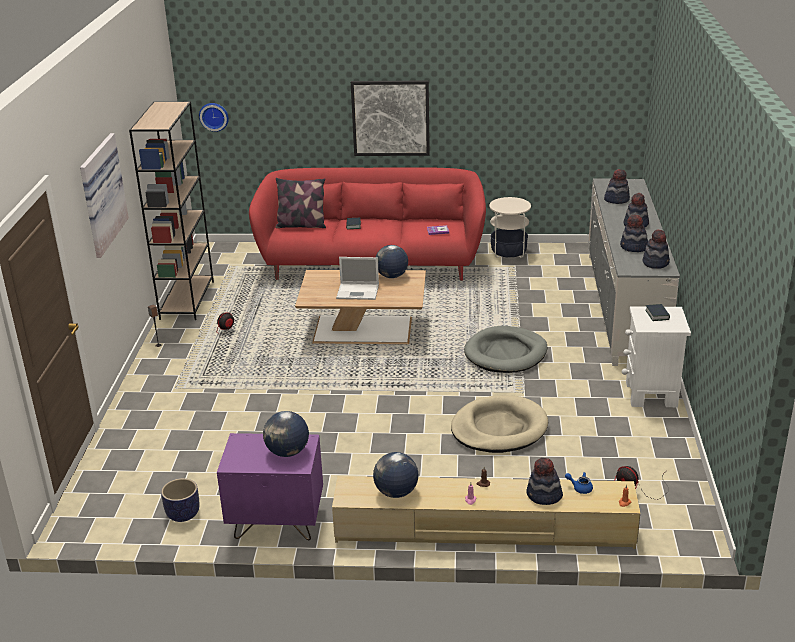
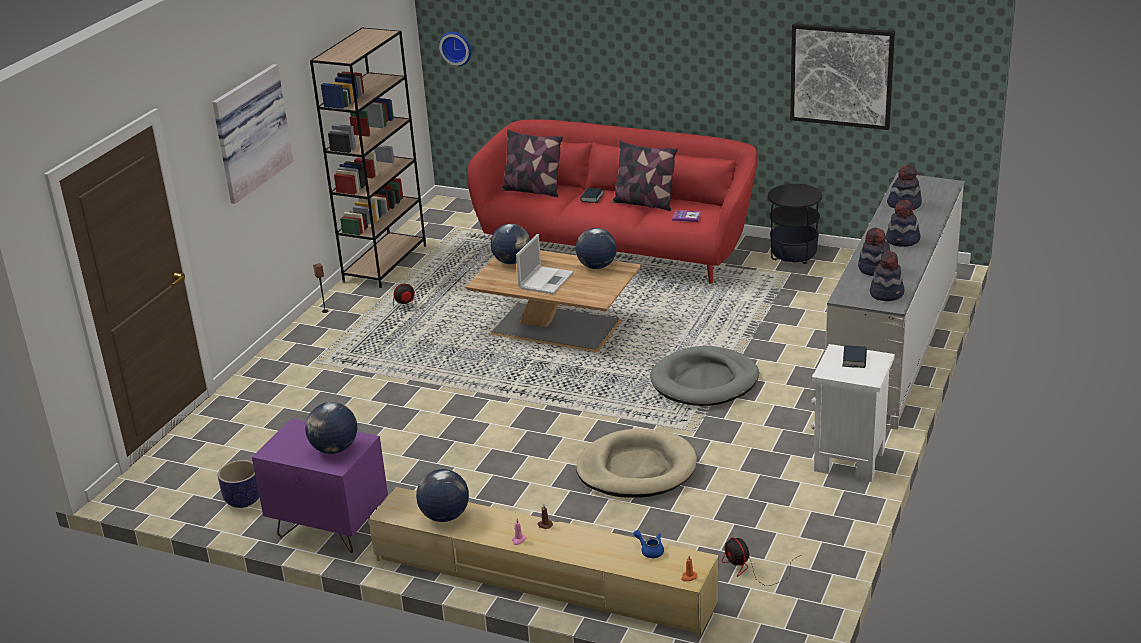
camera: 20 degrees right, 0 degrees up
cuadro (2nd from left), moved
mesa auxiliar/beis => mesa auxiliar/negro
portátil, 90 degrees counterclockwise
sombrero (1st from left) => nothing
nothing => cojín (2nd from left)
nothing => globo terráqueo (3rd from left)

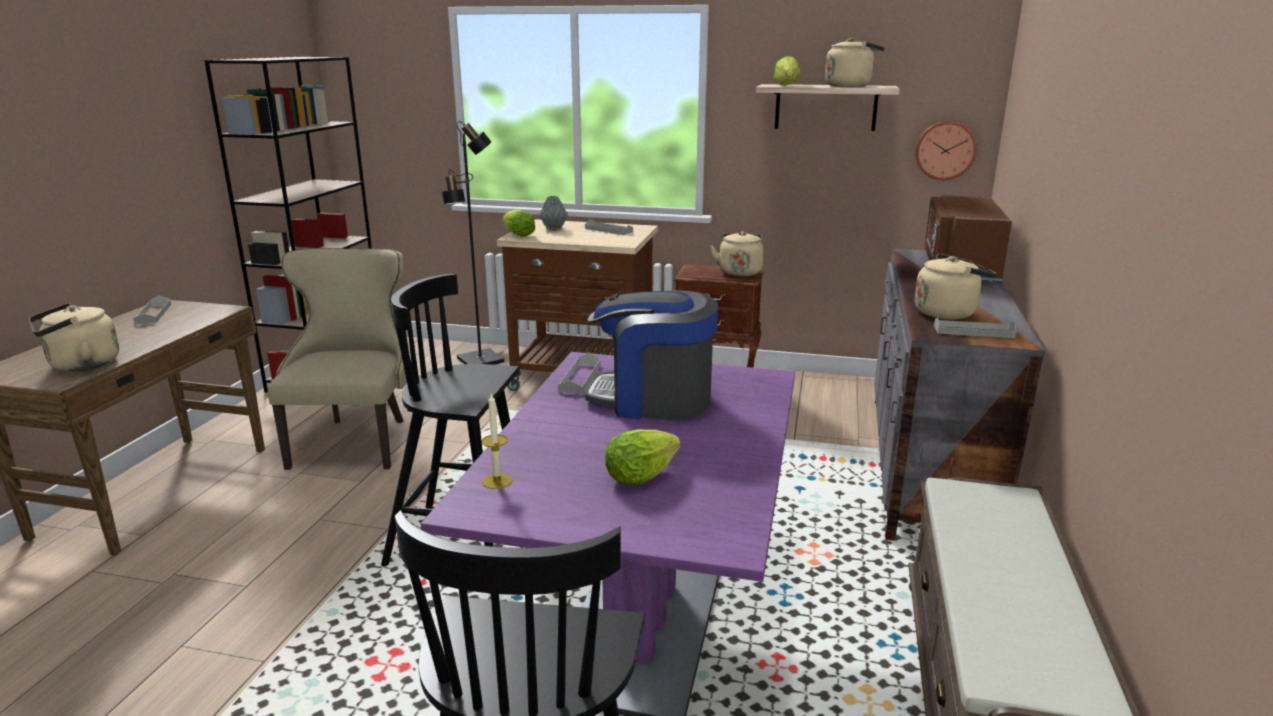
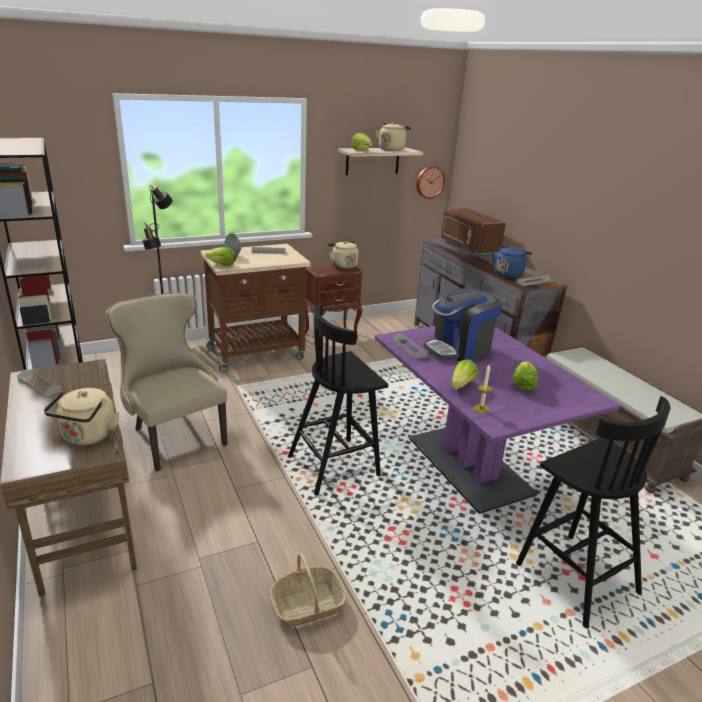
camera: 40 degrees left, 5 degrees up
hervidor/beis (4th from left) => hervidor/azul
nothing => lechuga (3rd from left)
nothing => cesta

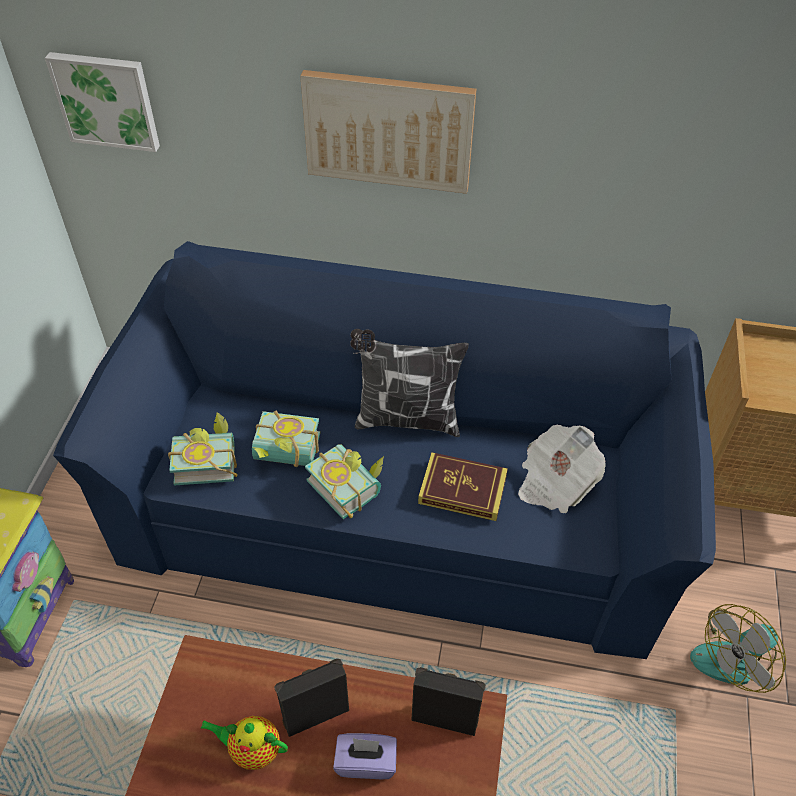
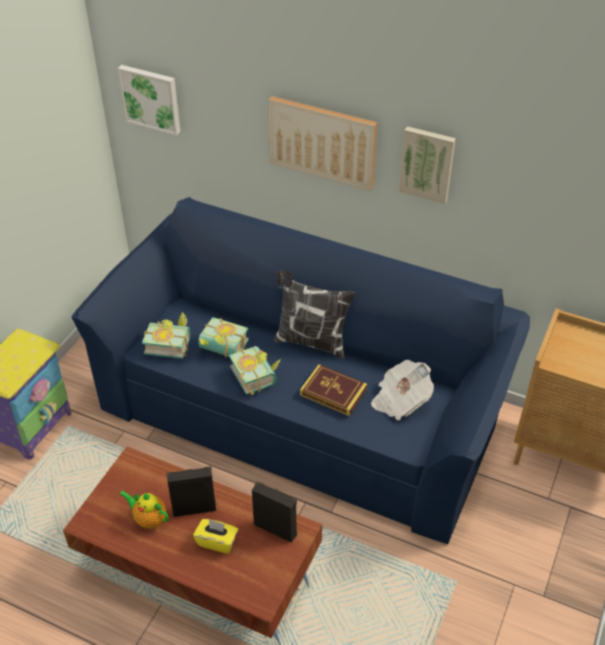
camera: 15 degrees right, 5 degrees down
ventilador => nothing
caja de pañuelos/morado => caja de pañuelos/amarillo
nothing => cuadro (3rd from left)

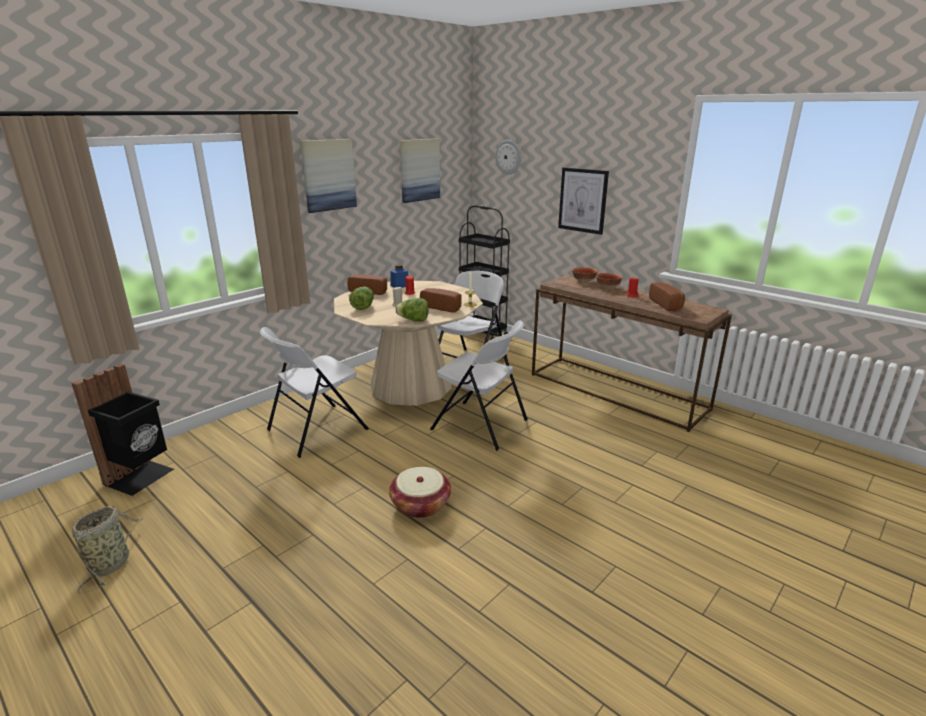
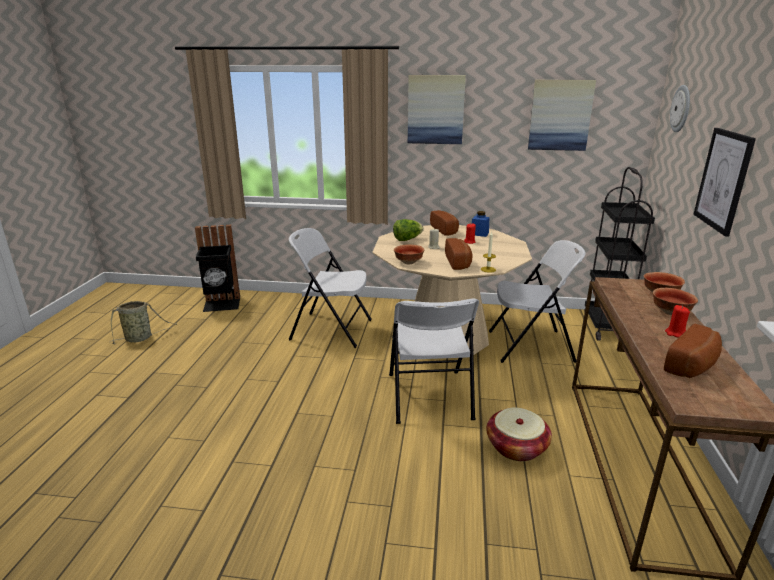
camera: 55 degrees right, 0 degrees up
lechuga (2nd from left) => cuenco (1st from left)
cesta (2nd from left), moved

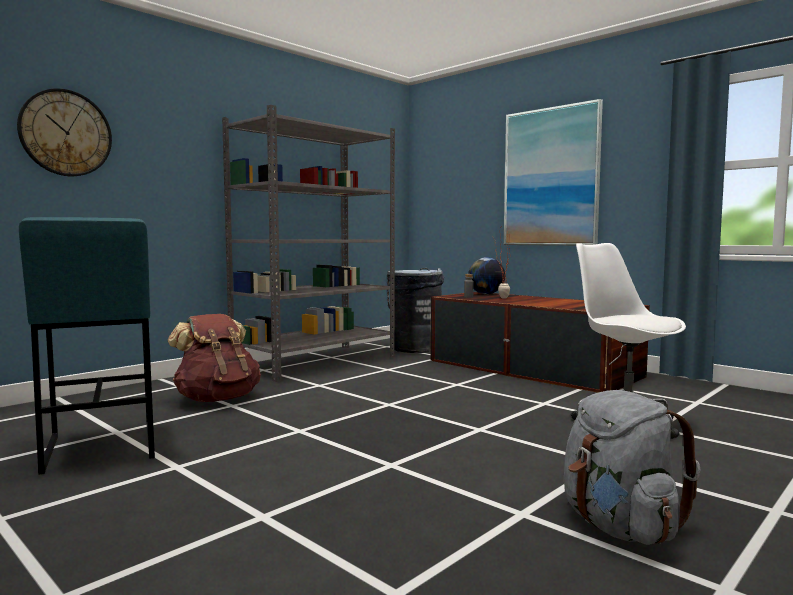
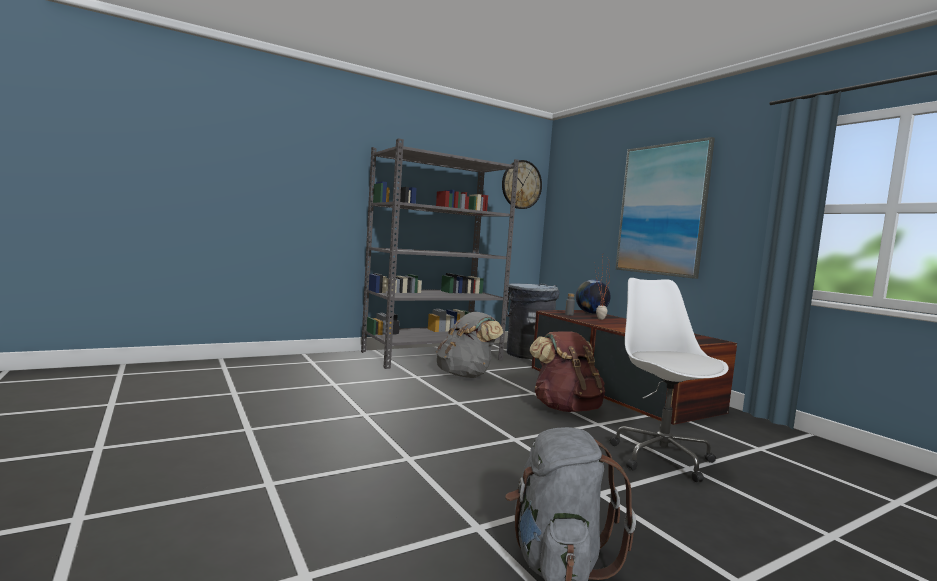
camera: 15 degrees right, 0 degrees up
reloj de pared, moved
taburete/turquesa => nothing
mochila/marrón, moved
nothing => mochila/gris (1st from left)

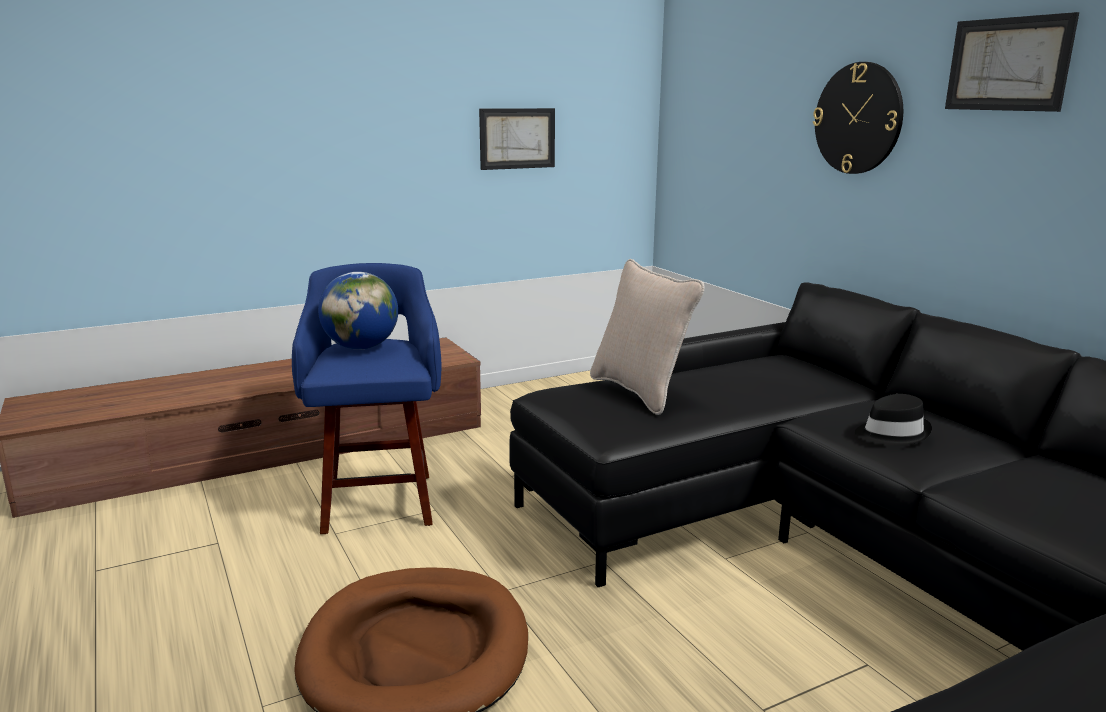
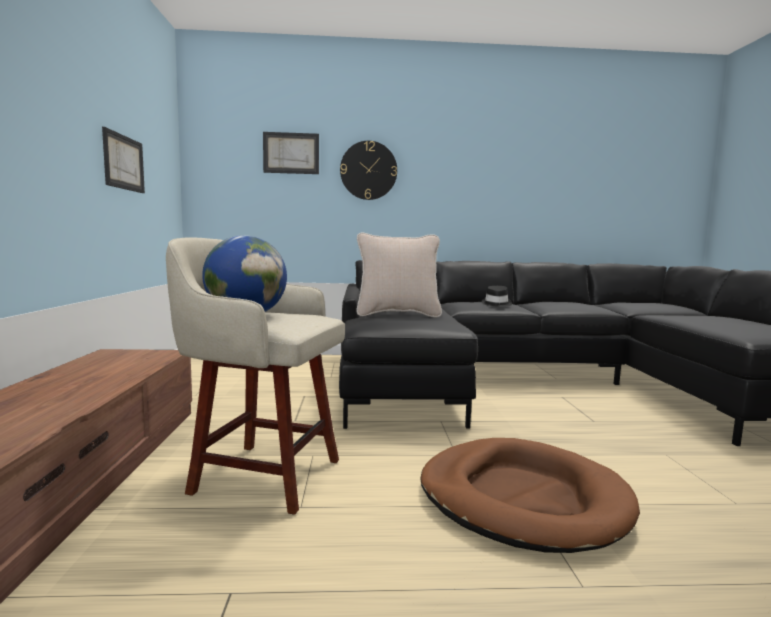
camera: 65 degrees left, 10 degrees down
cuadro (2nd from left), moved
taburete/azul => taburete/beis

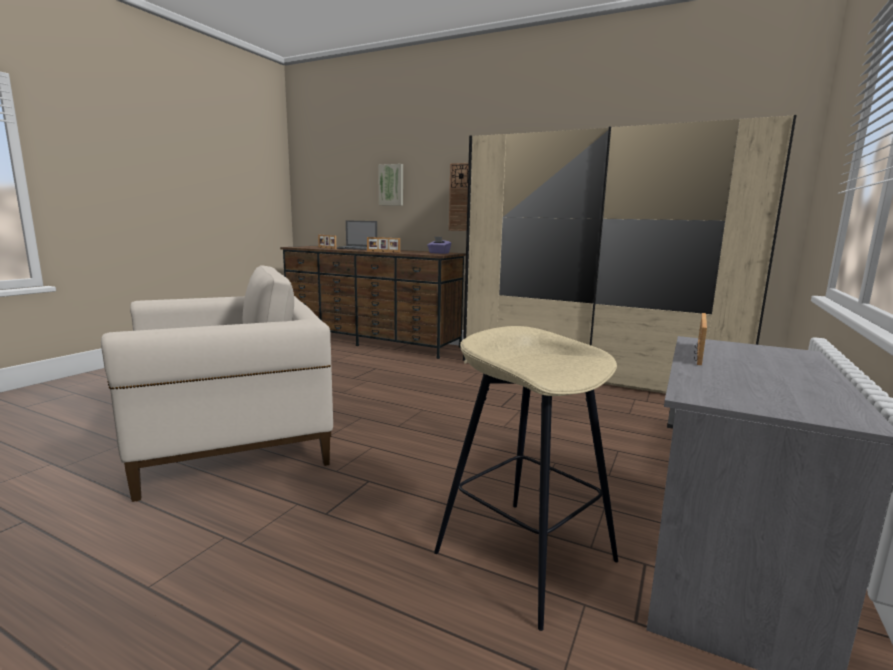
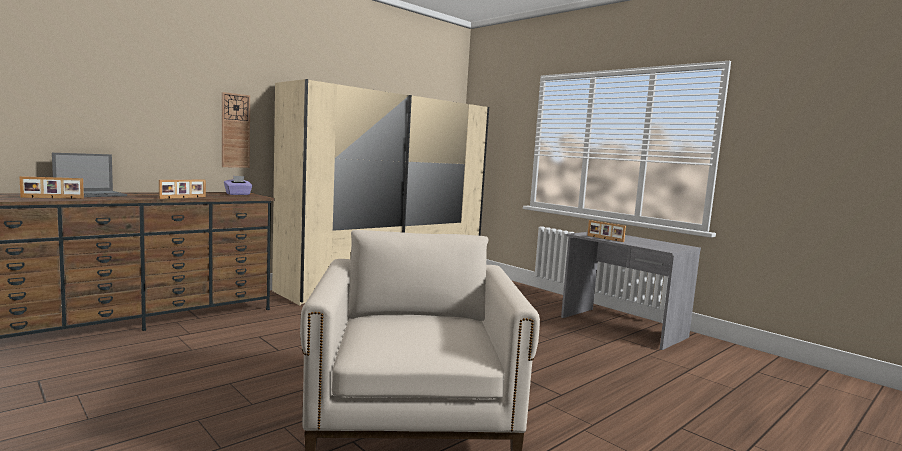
camera: 70 degrees left, 5 degrees down
cuadro => nothing
taburete/beis => nothing

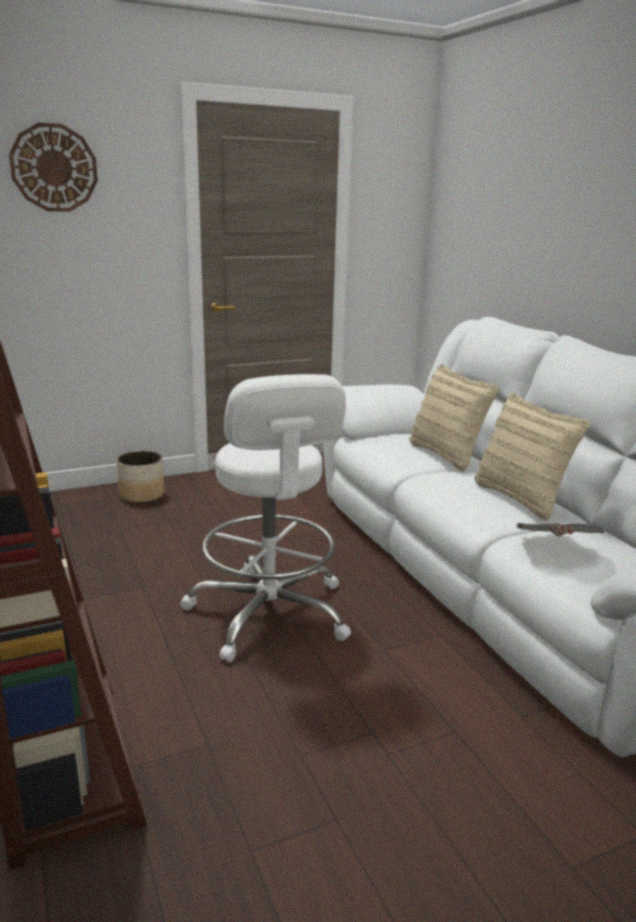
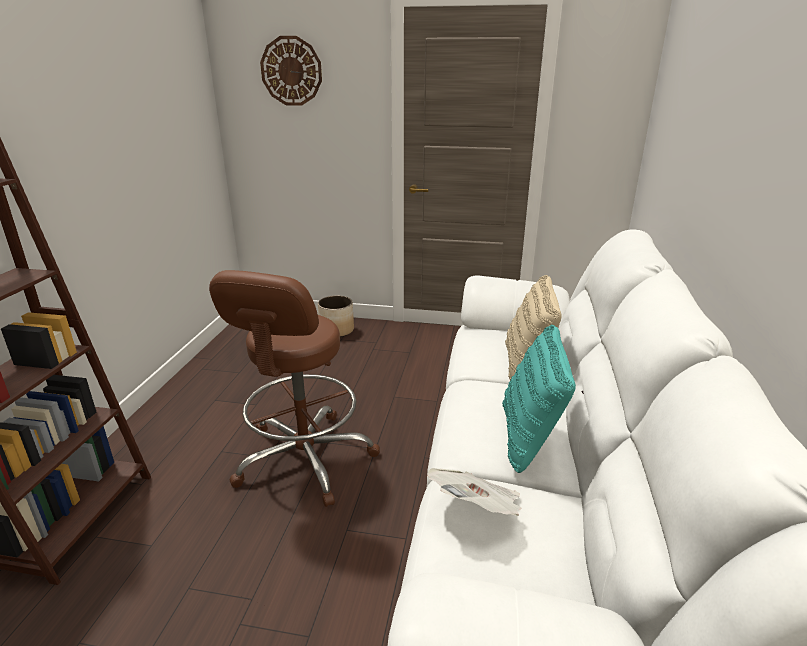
camera: 35 degrees right, 5 degrees up
taburete/blanco => taburete/marrón
cojín/beis (2nd from left) => cojín/turquesa

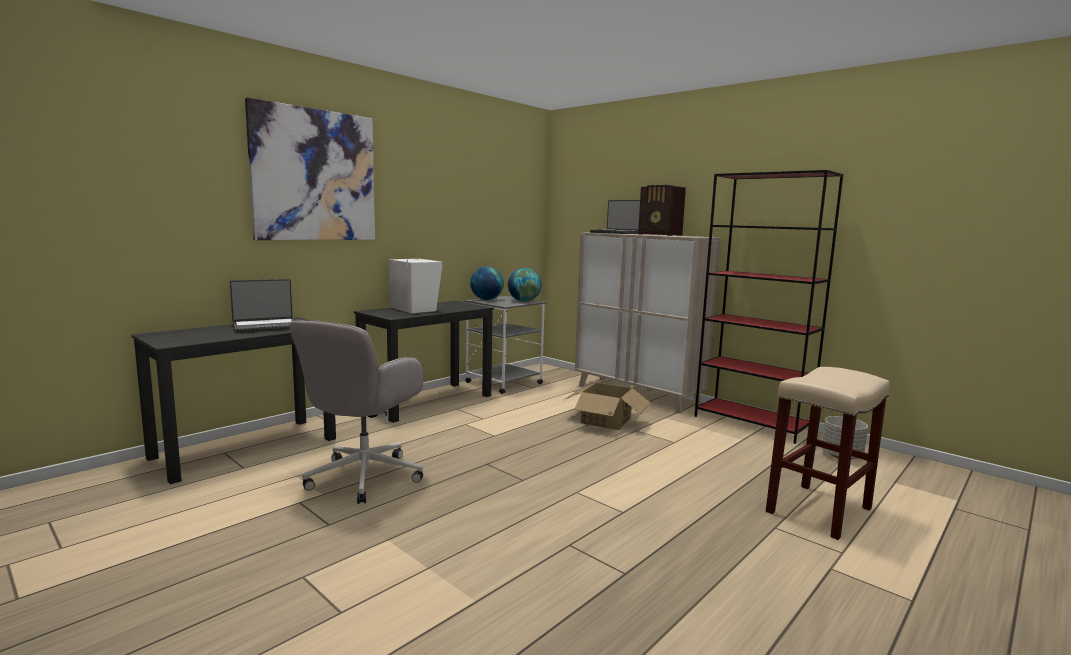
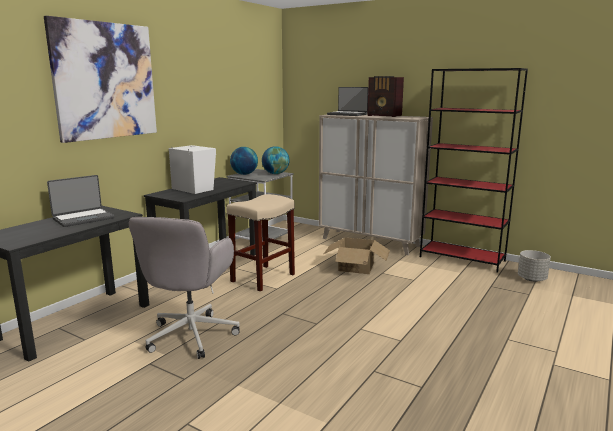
camera: 10 degrees left, 5 degrees up
taburete/beis, moved

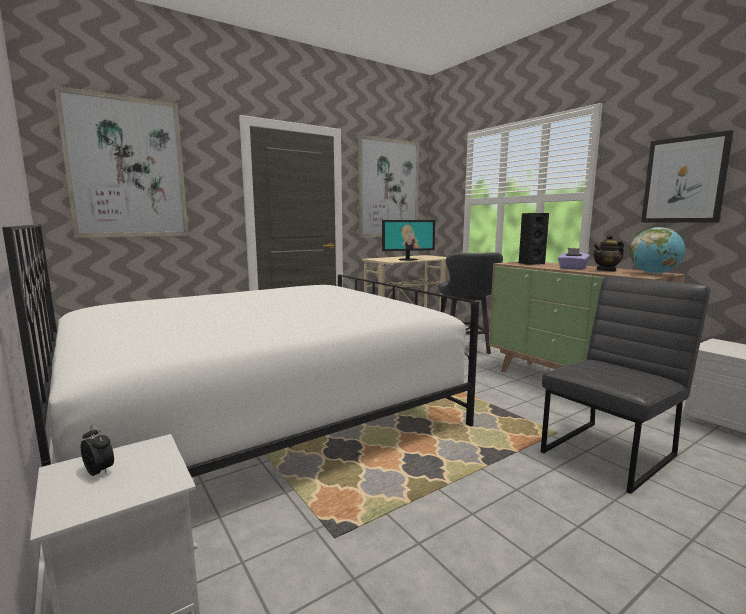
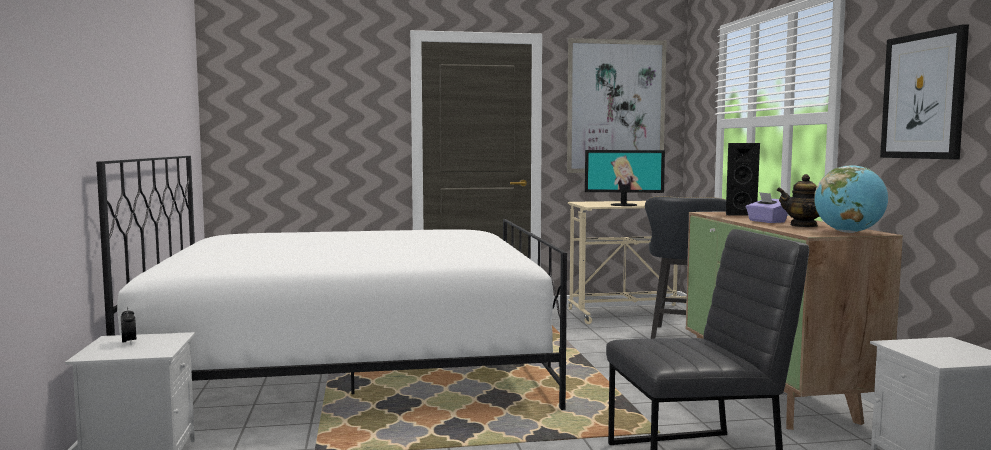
camera: 25 degrees right, 5 degrees down
cuadro (1st from left) => nothing

